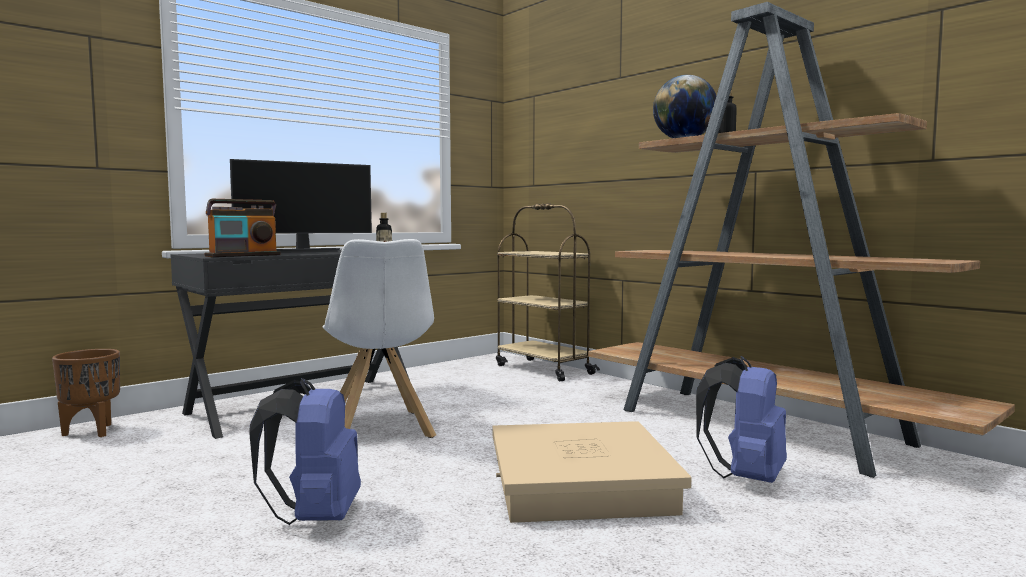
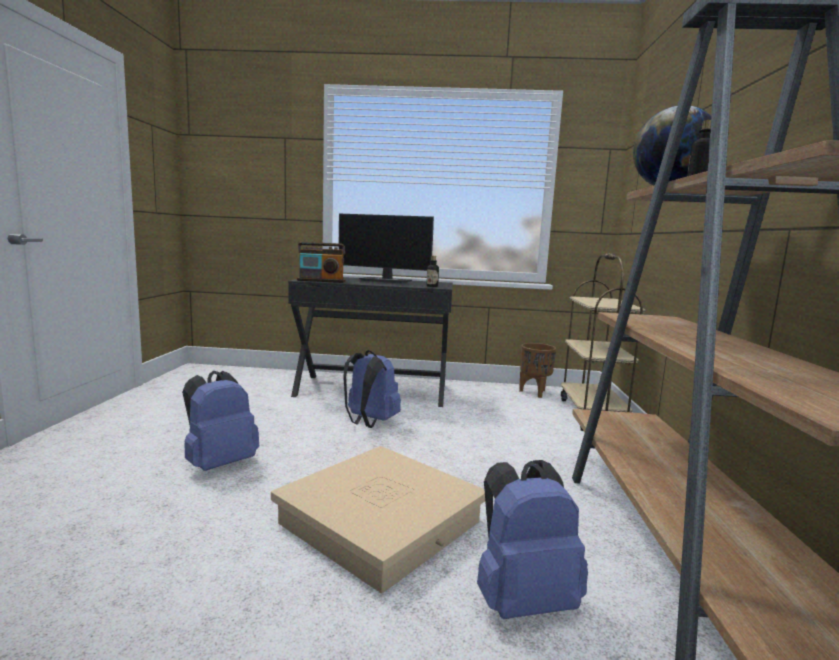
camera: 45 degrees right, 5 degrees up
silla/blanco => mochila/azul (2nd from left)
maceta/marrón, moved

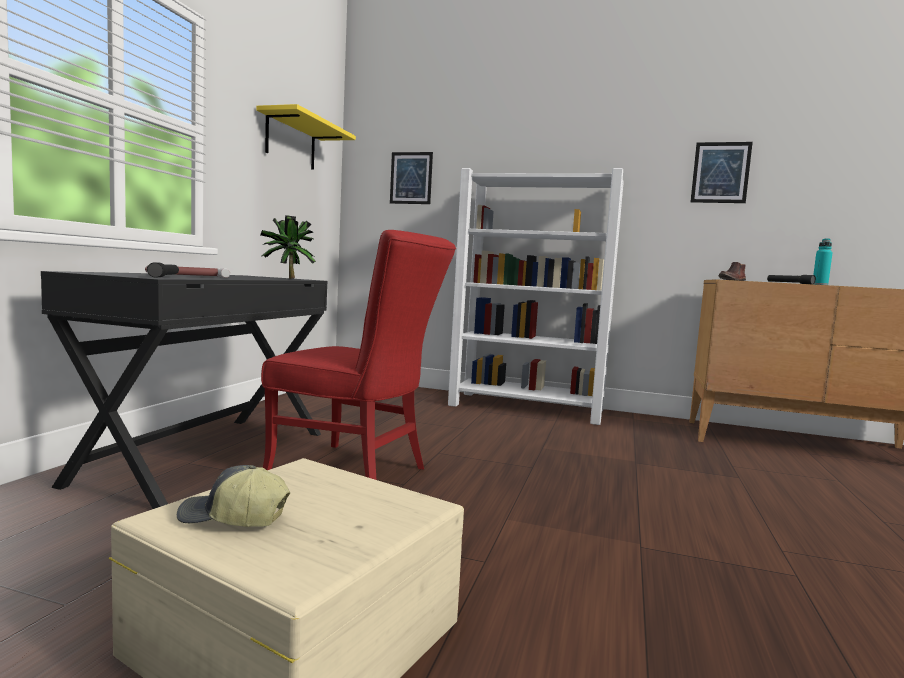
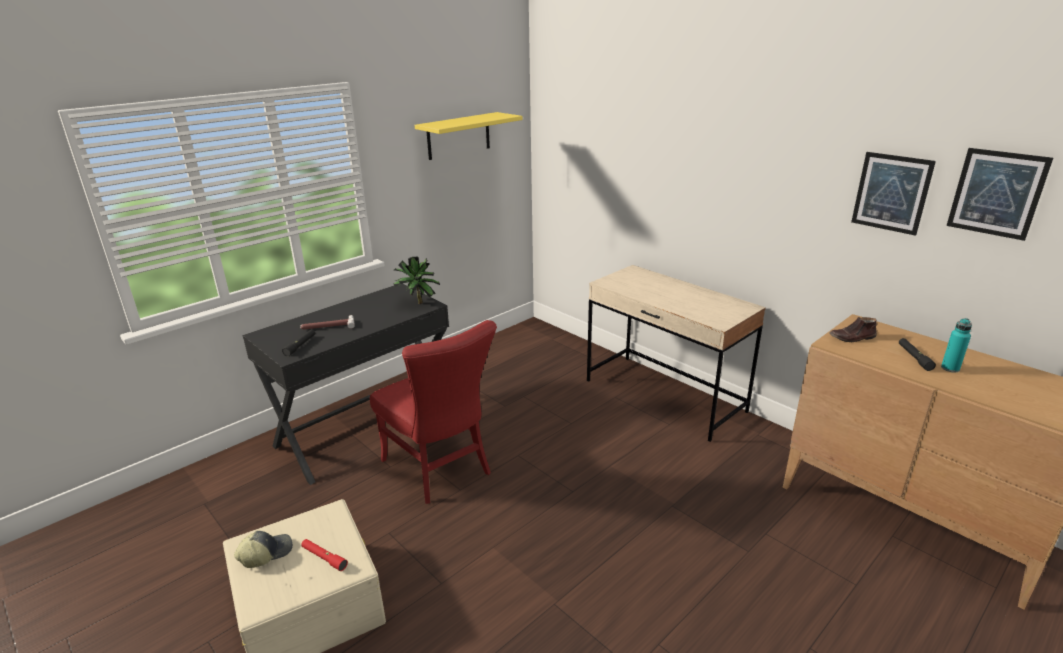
camera: 30 degrees right, 20 degrees up
cuadro (1st from left in the first image) => cuadro (2nd from left), moved
estantería/blanco => escritorio/beis
gorra, 105 degrees clockwise
nothing => linterna/rojo

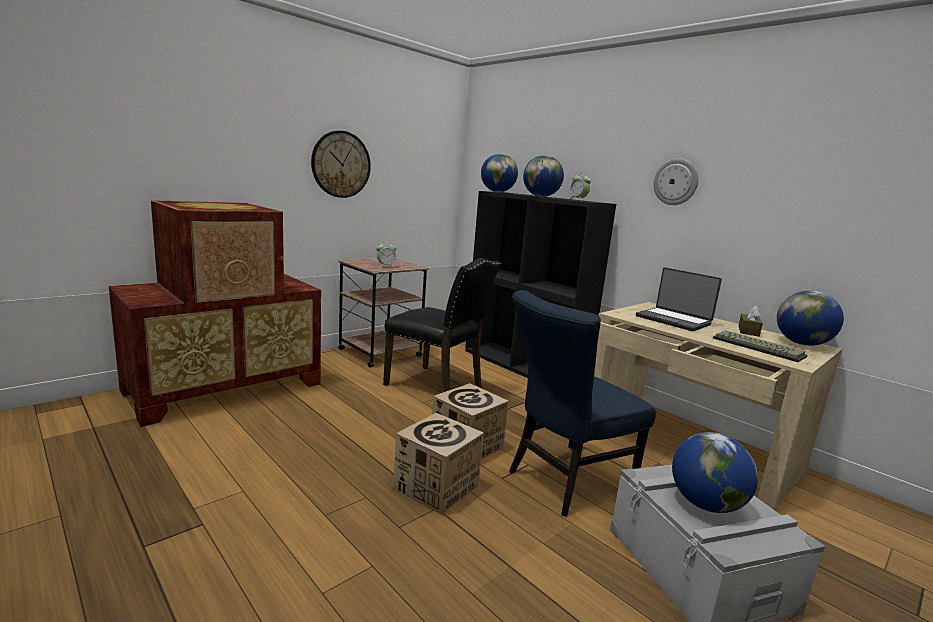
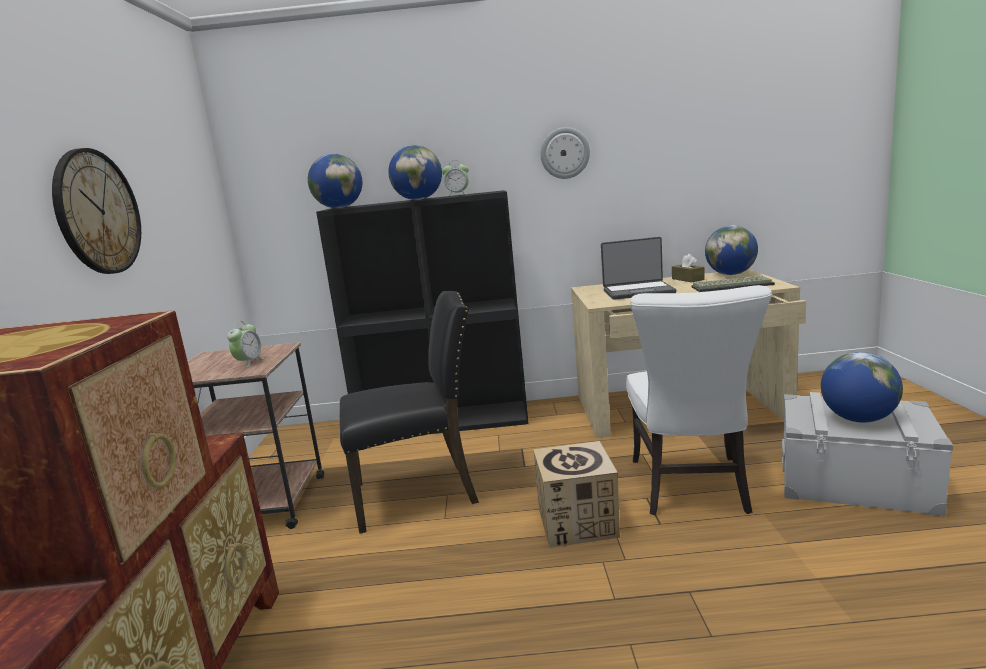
camera: 45 degrees left, 0 degrees up
silla/azul => silla/blanco
caja de cartón (1st from left) => nothing

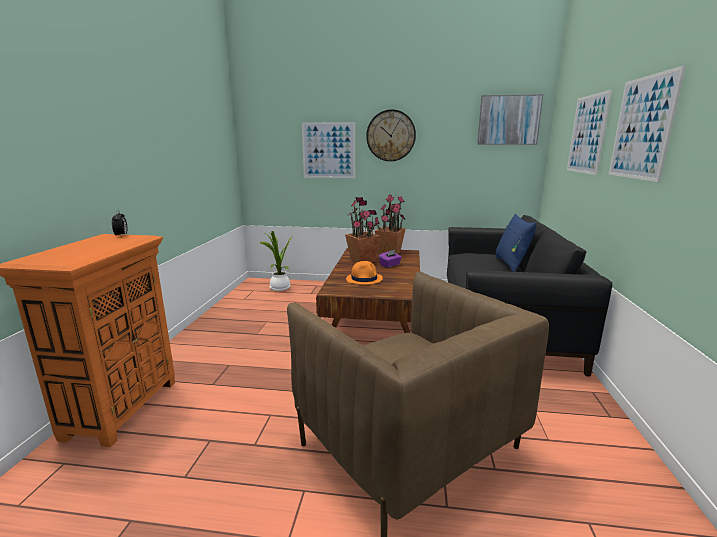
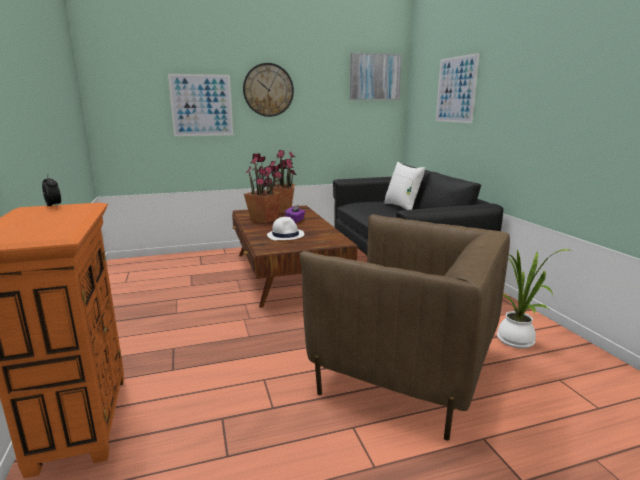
camera: 25 degrees left, 0 degrees up
cuadro (4th from left) => nothing
cojín/azul => cojín/blanco
planta en maceta (1st from left in the first image) => planta en maceta (3rd from left), moved
sombrero/naranja => sombrero/blanco

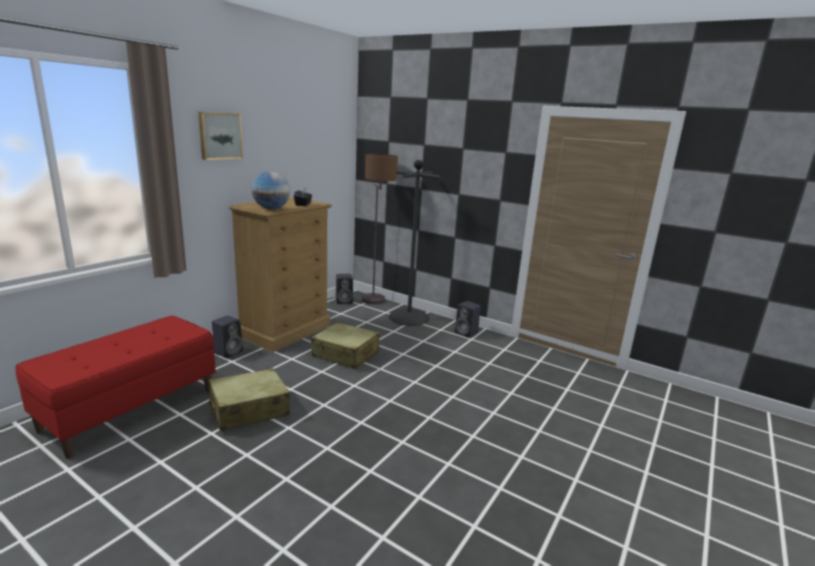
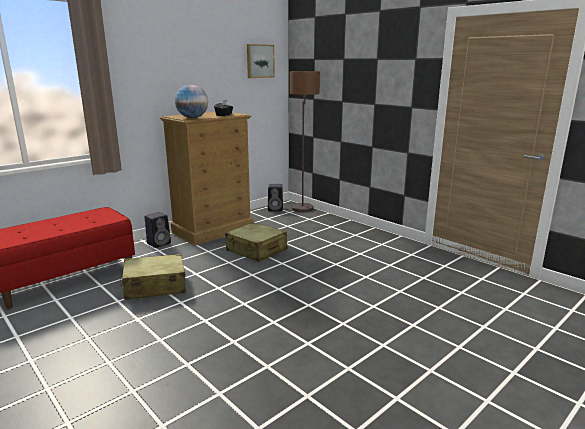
camera: 15 degrees right, 0 degrees up
cuadro, moved
perchero/negro => nothing
altavoz/negro (3rd from left) => nothing

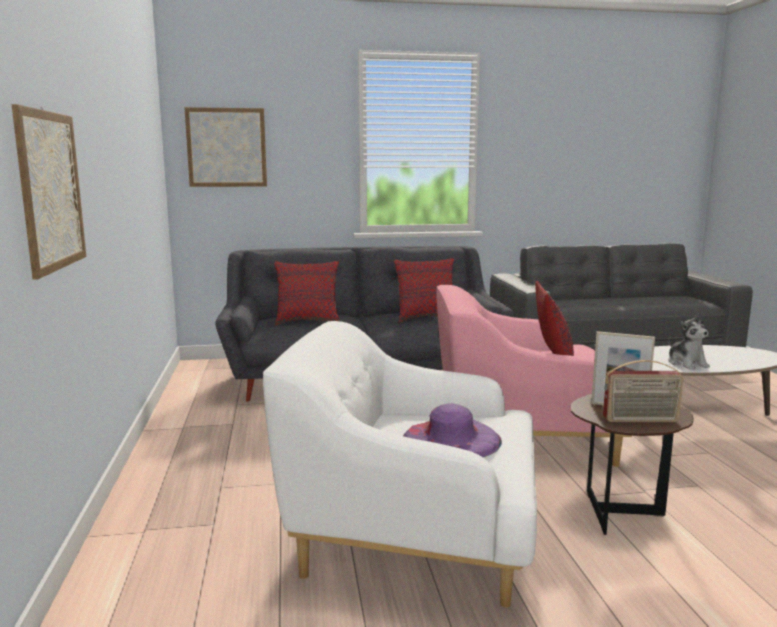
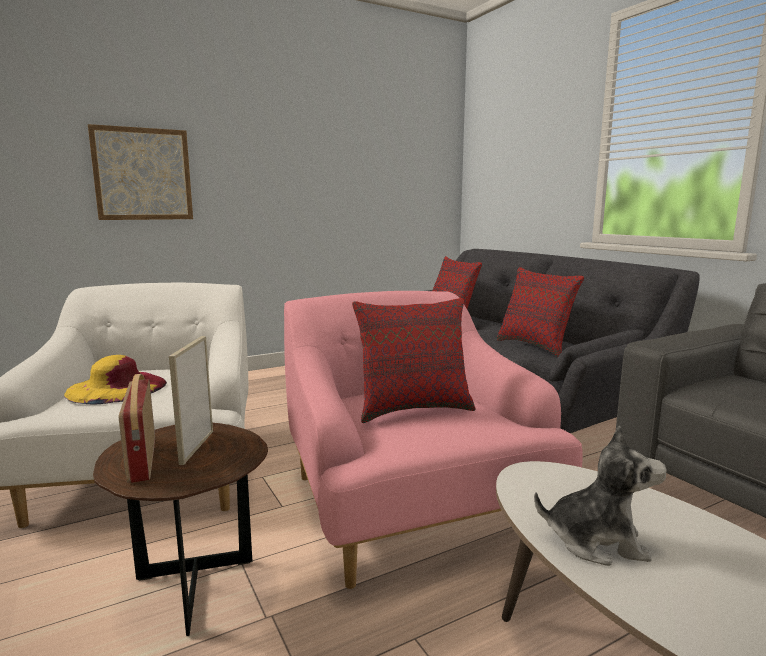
camera: 70 degrees right, 0 degrees up
cuadro (2nd from left) => nothing
peluche, 135 degrees counterclockwise
sombrero/morado => sombrero/amarillo

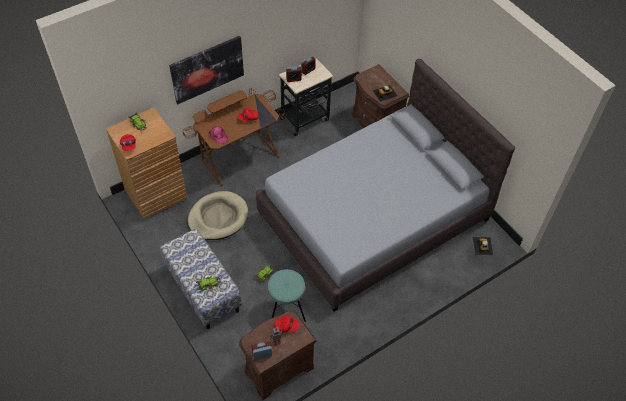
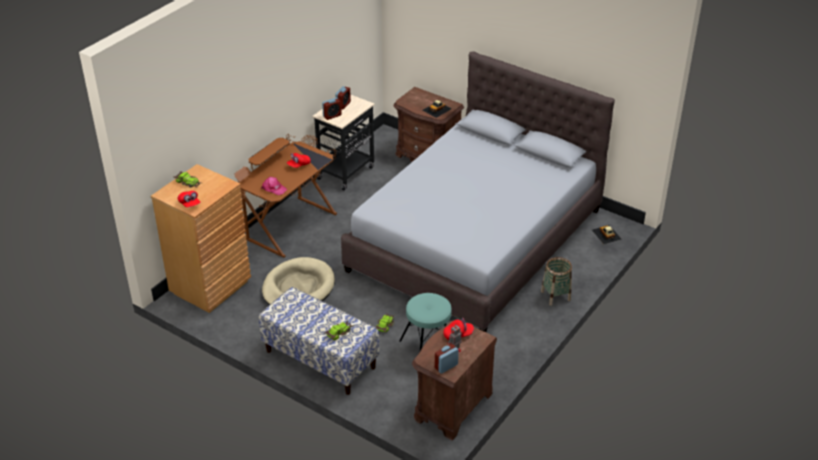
camera: 20 degrees left, 15 degrees down
cuadro => nothing
nothing => cesta

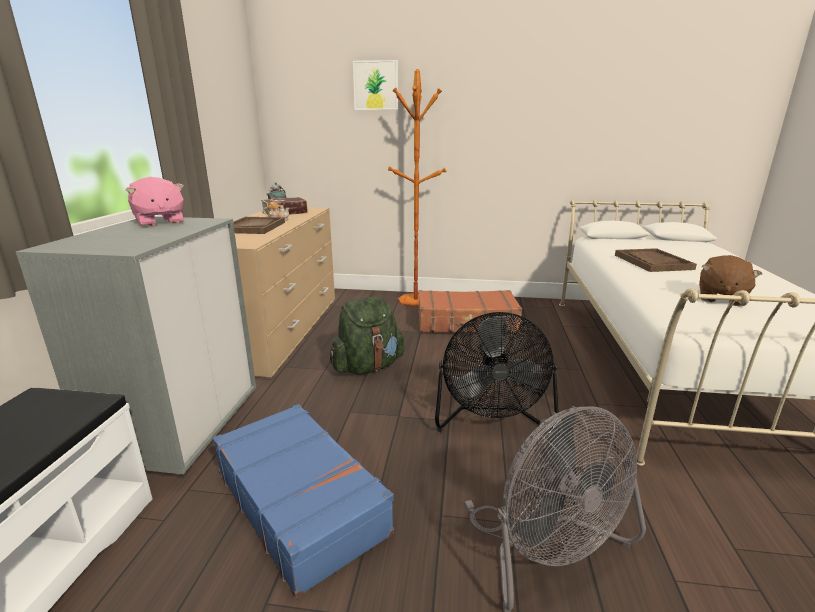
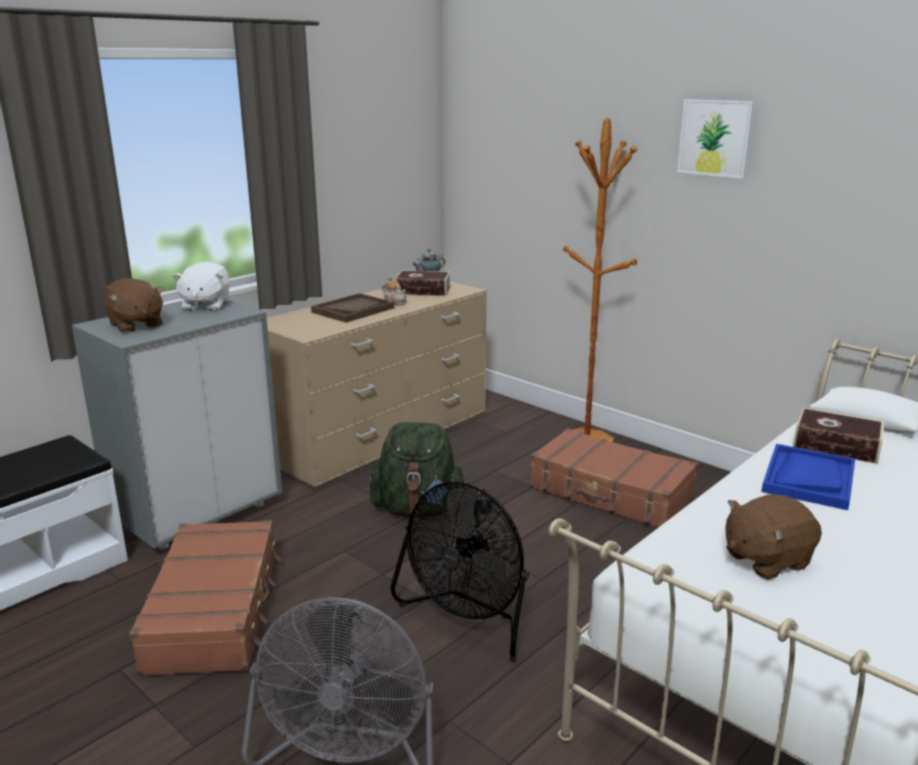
camera: 35 degrees right, 0 degrees up
cuadro, moved
peluche/rosa => peluche/blanco
bandeja/marrón (2nd from left) => bandeja/azul
maleta/azul => maleta/marrón (1st from left)
nothing => peluche/marrón (1st from left)
nothing => libro (2nd from left)

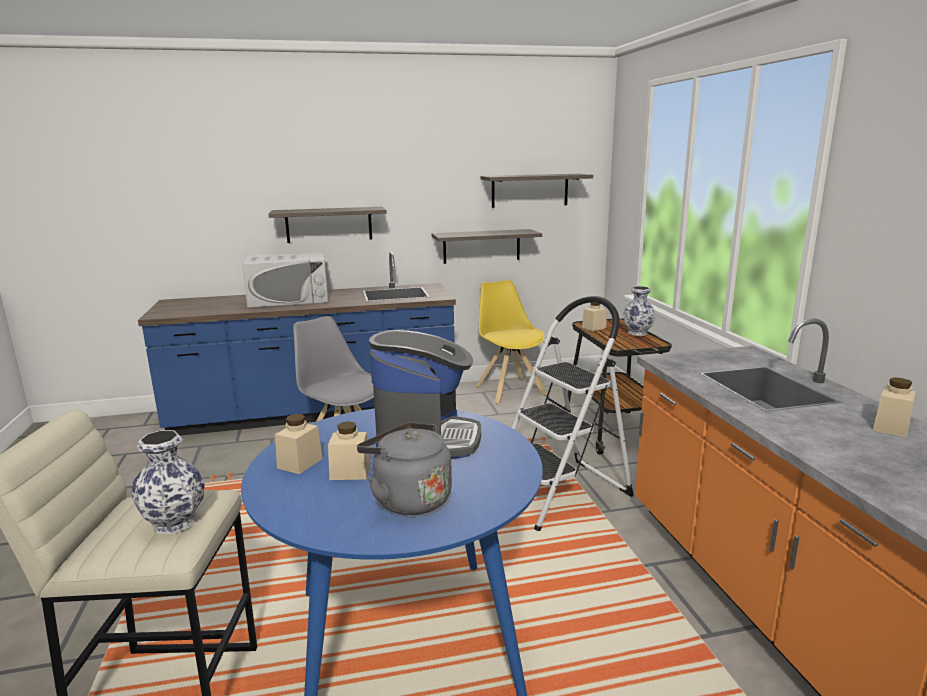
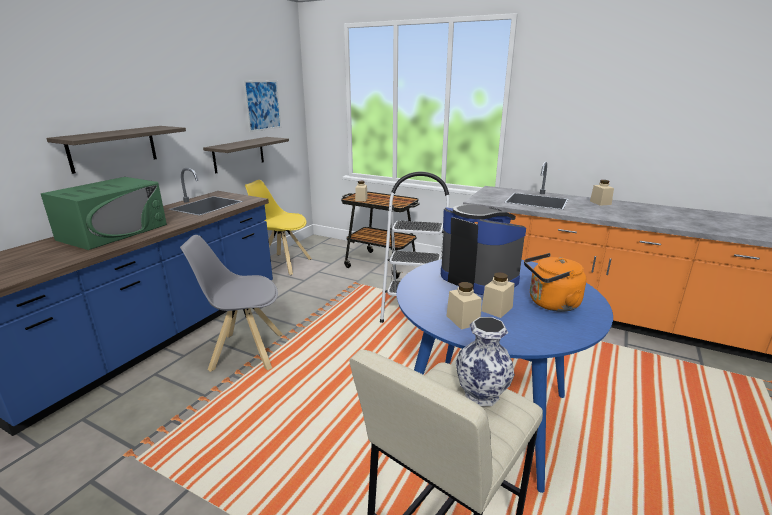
camera: 50 degrees left, 5 degrees up
estante (3rd from left) => cuadro
microondas/blanco => microondas/verde
florero (2nd from left) => nothing
hervidor/gris => hervidor/naranja

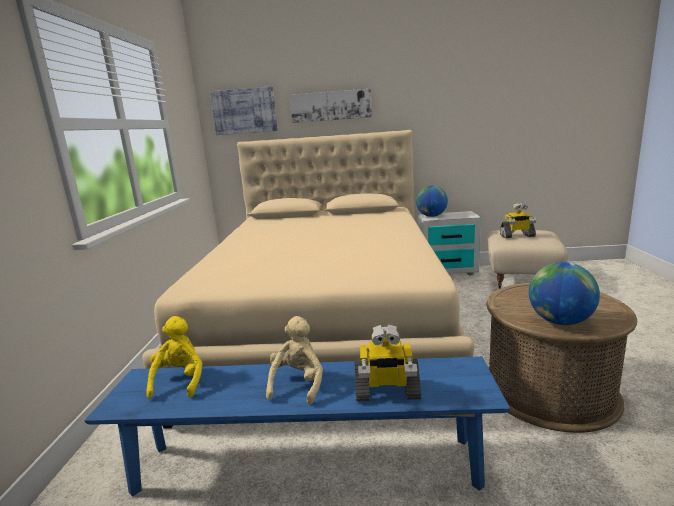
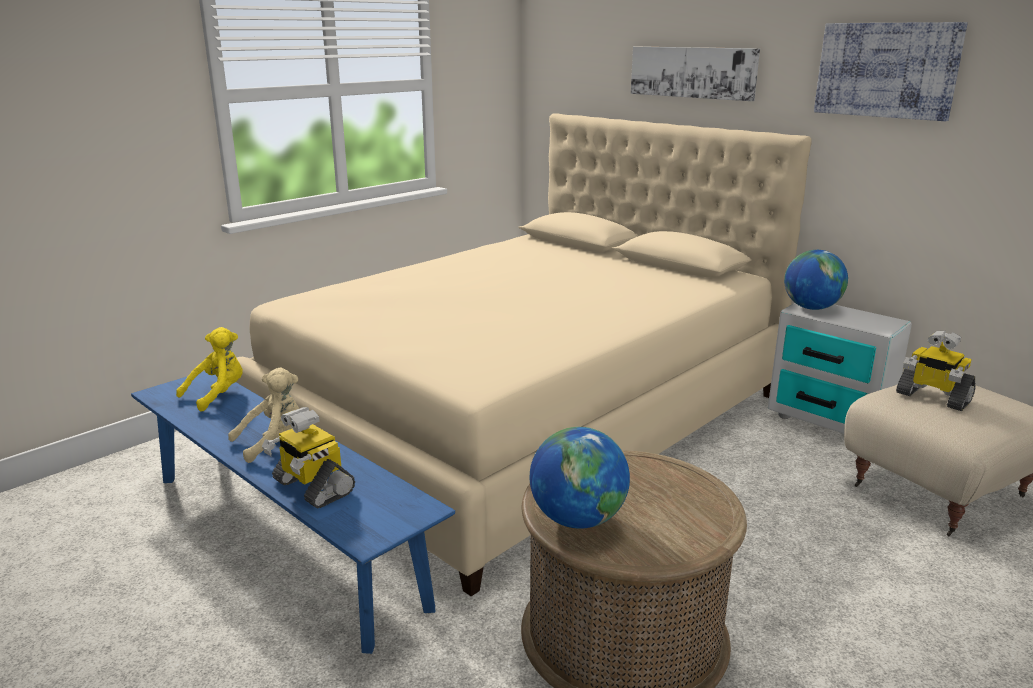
camera: 40 degrees right, 5 degrees up
cuadro (1st from left in the first image) => cuadro (2nd from left), moved

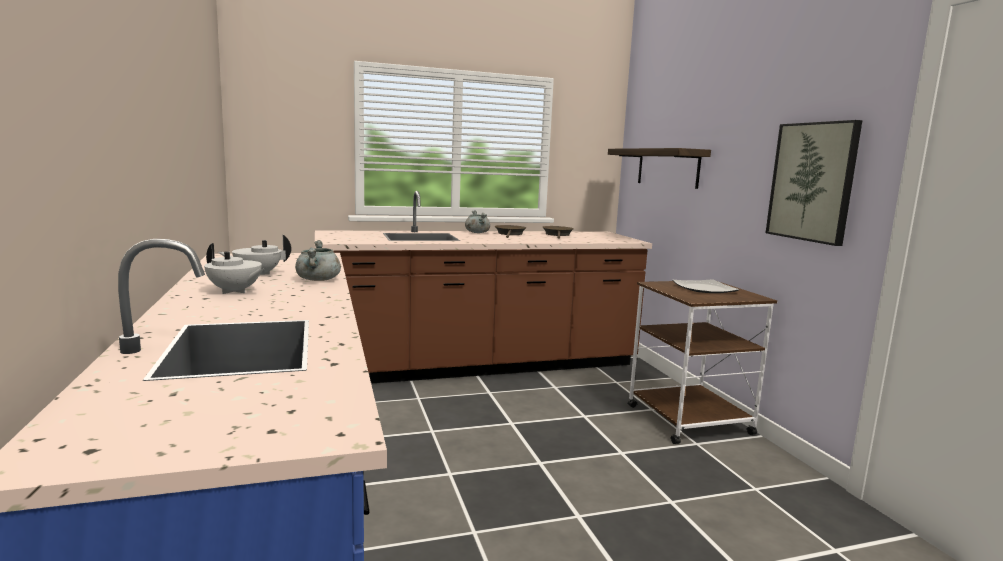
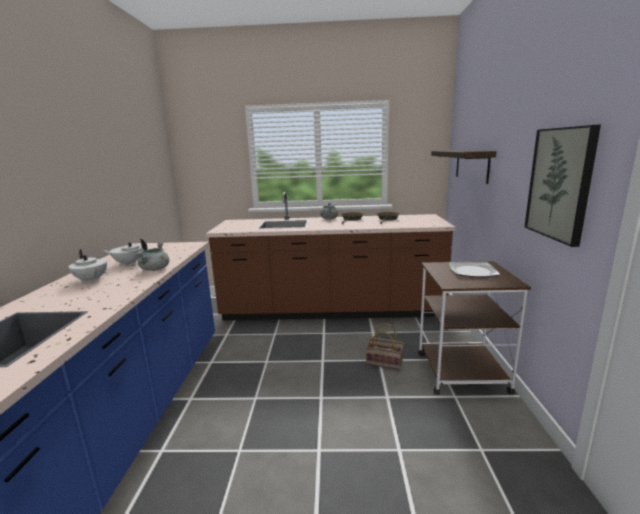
camera: 20 degrees right, 5 degrees up
nothing => cesta

